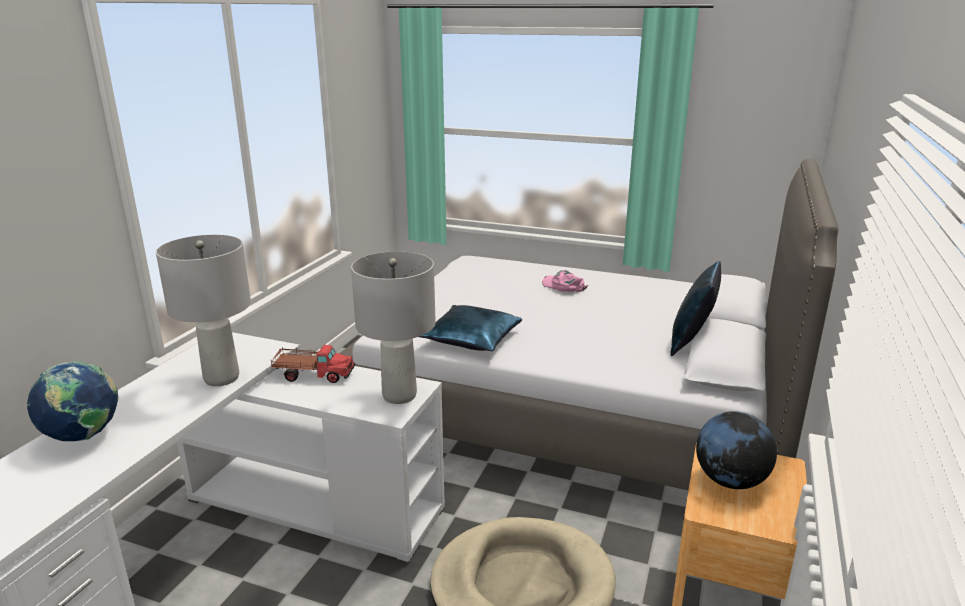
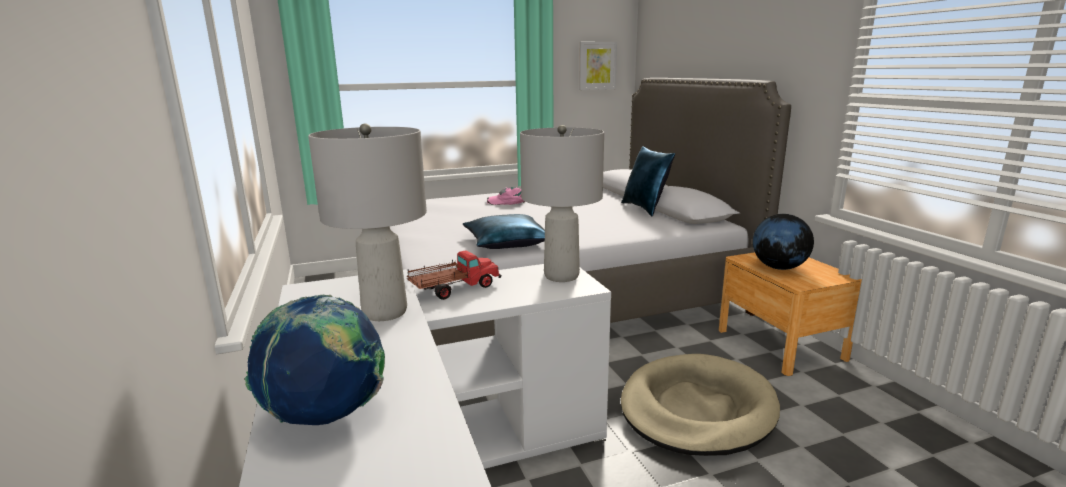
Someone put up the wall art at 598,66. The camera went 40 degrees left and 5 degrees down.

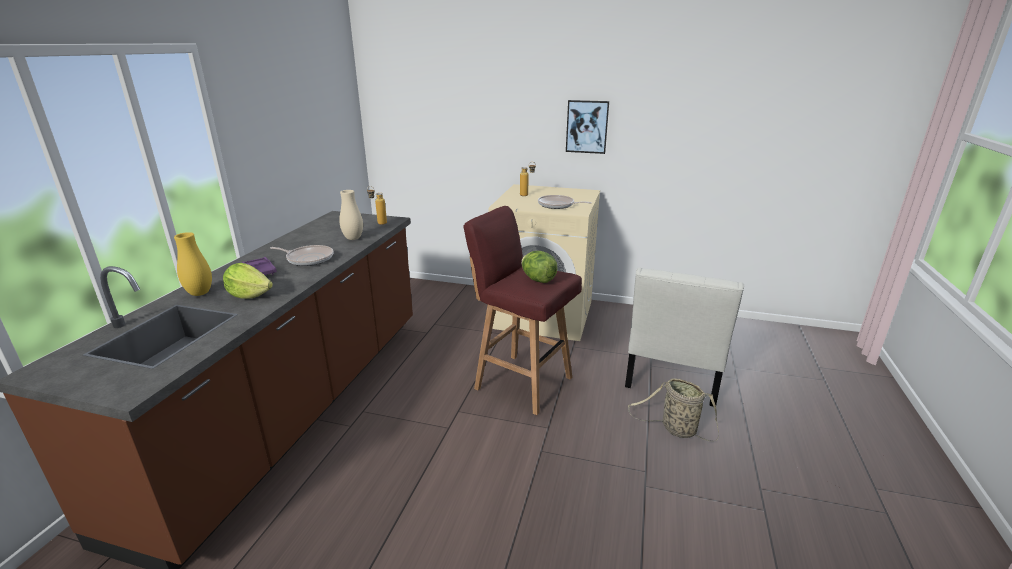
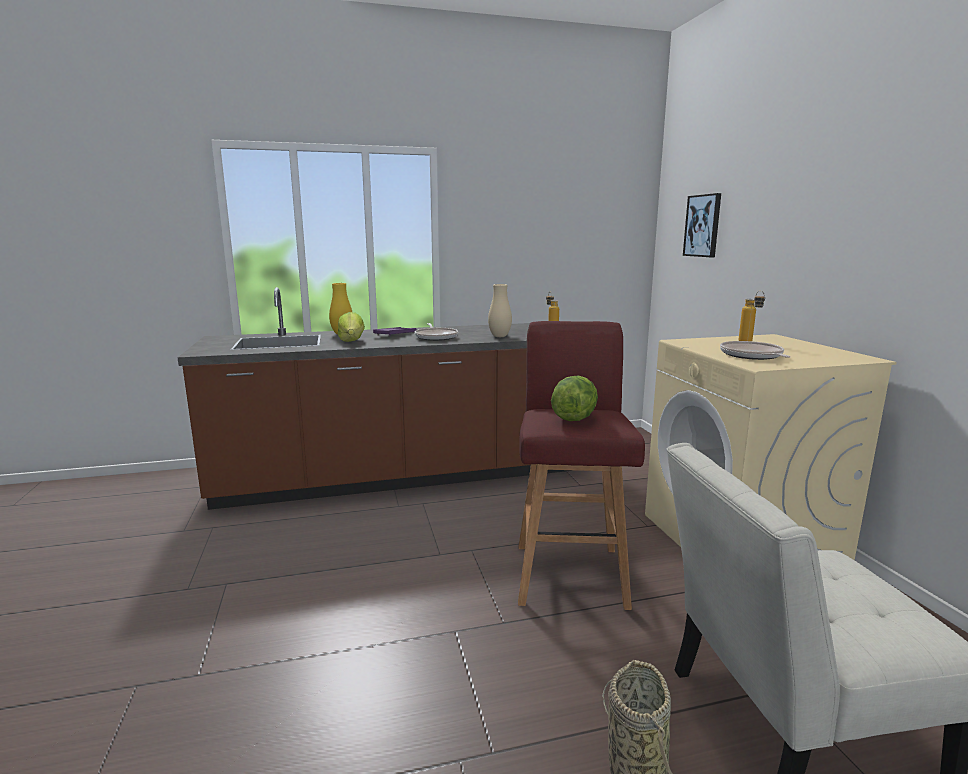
Someone carried the wall art from 587,127 to 702,225. The camera went 60 degrees right and 10 degrees down.

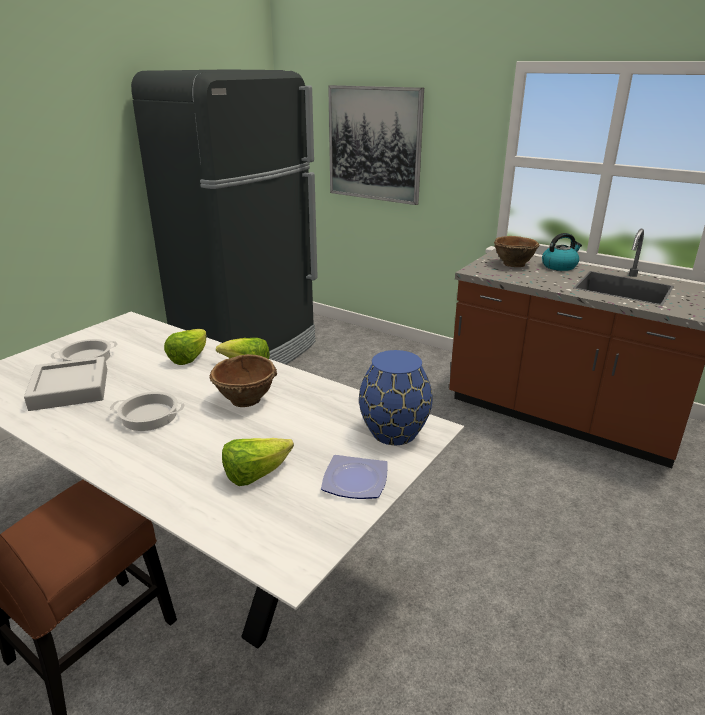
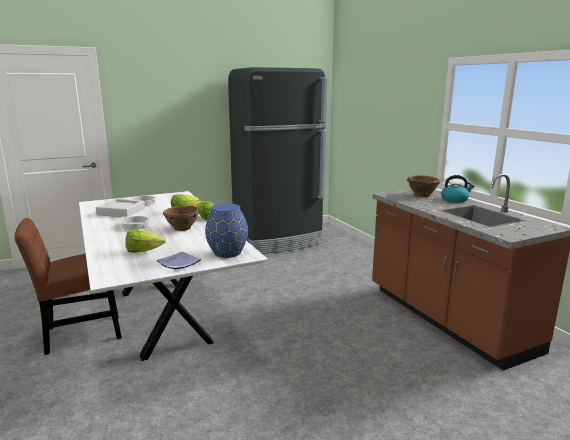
Someone took away the wall art at 376,145. The camera went 30 degrees right and 10 degrees down.

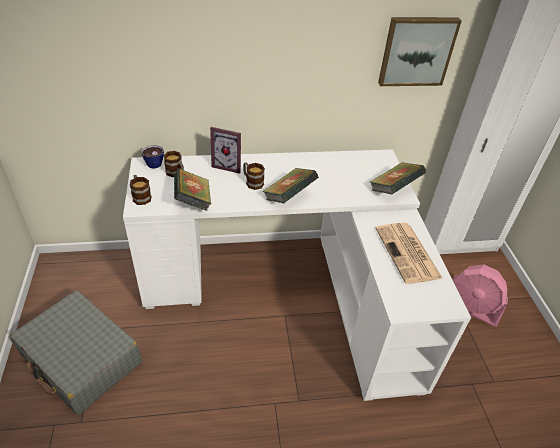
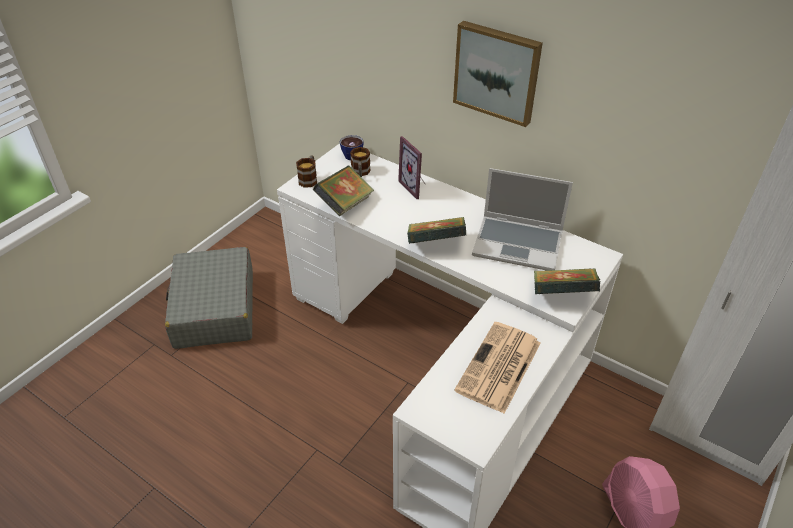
Someone carried the wall art from 419,51 to 498,74. Someone took away the mug at 254,176. Someone put down the portable computer at 522,219. The camera went 45 degrees right and 0 degrees up.

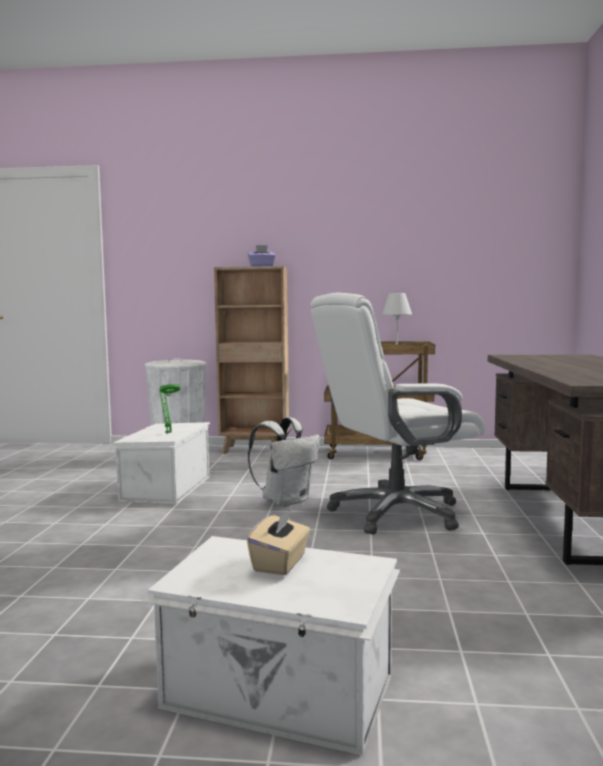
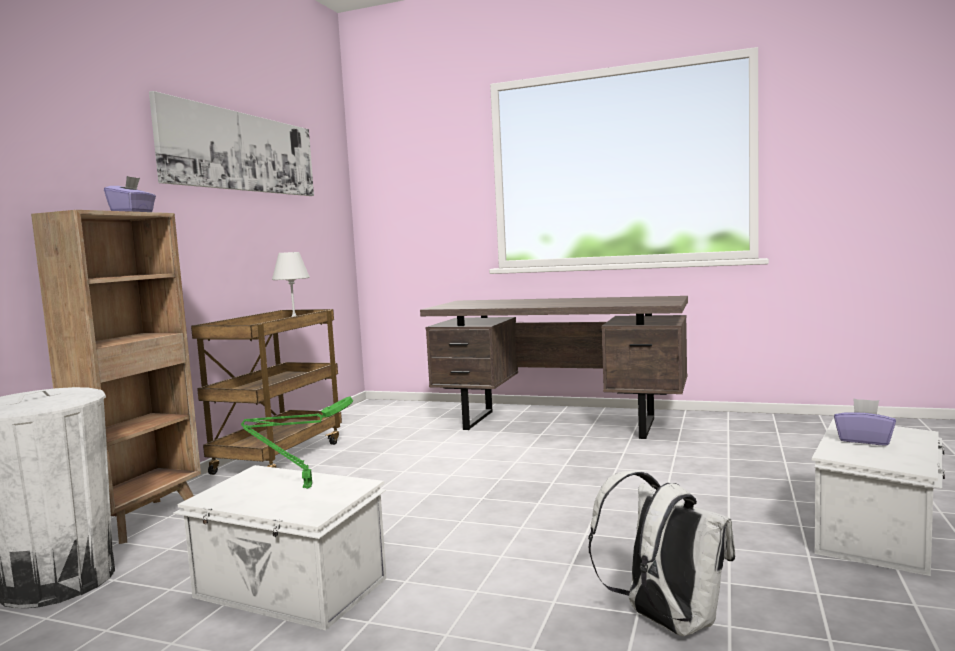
Someone took away the whitish office chair at 397,414. Someone carried the whitish knapsack from 284,462 to 661,553. Someone repainted the beige-coloured tissue holder at 278,542, which became the purplish tissue holder at 865,422. Someone put up the wall art at 231,143. The camera went 75 degrees left and 0 degrees up.

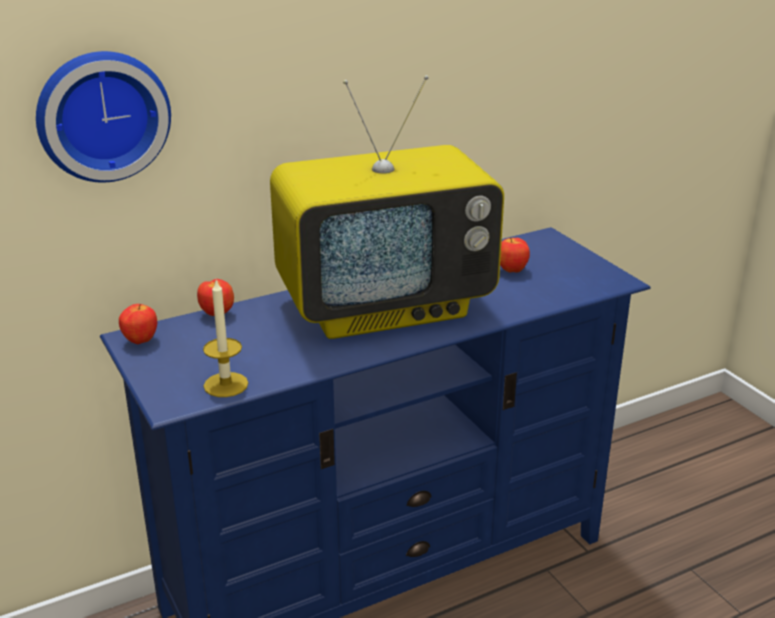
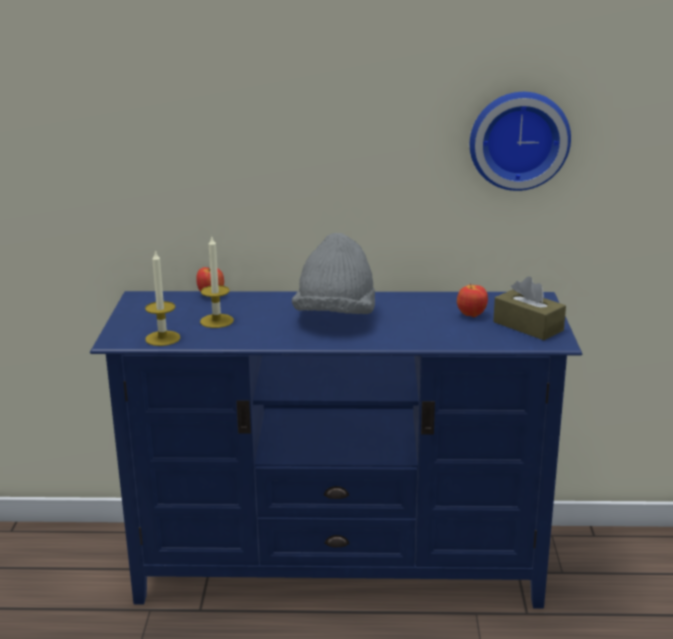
Someone carried the clock on the wall from 103,117 to 520,141. Someone swapped the TV set at 387,207 for the gray wearable hat at 333,273. Someone took away the whole apple at 138,324. Someone put down the wax light at 217,281. Someone put down the brown tissue holder at 529,308. The camera went 30 degrees right and 5 degrees down.

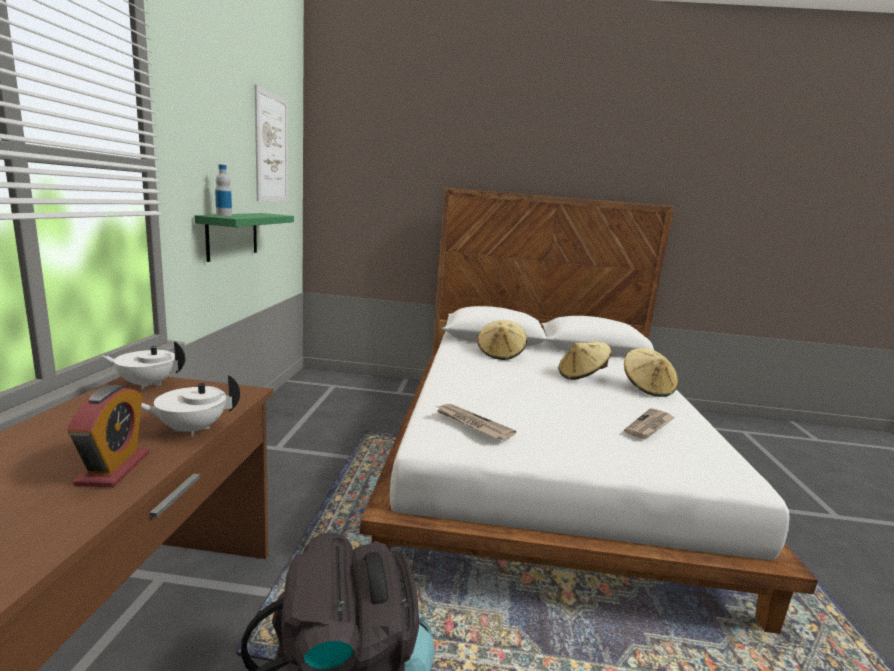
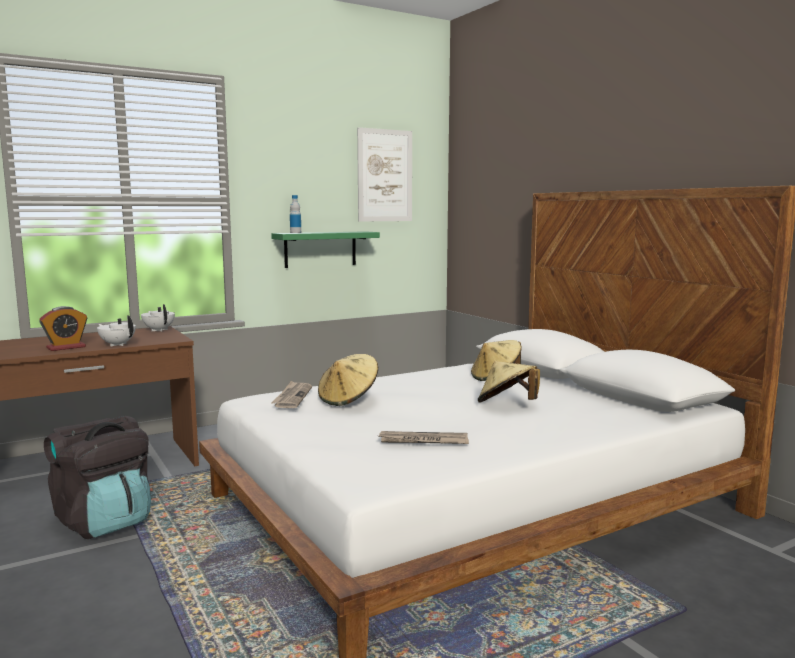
Someone carried the beige-coloured wearable hat from 651,372 to 348,380. The camera went 55 degrees right and 5 degrees down.

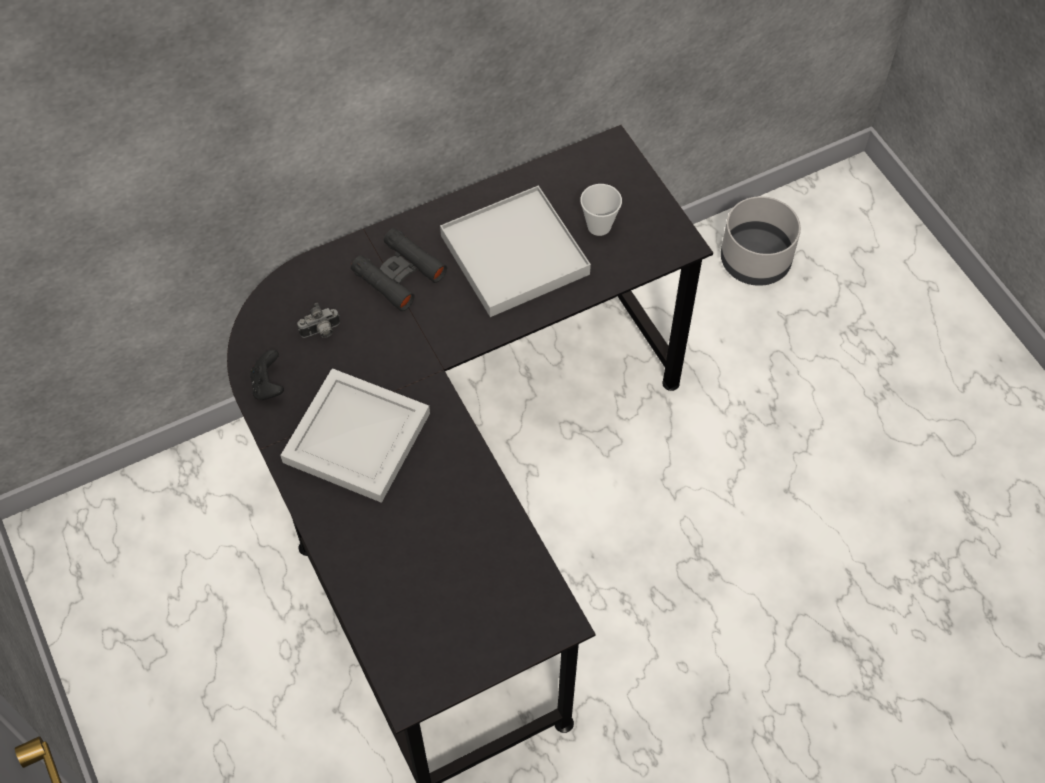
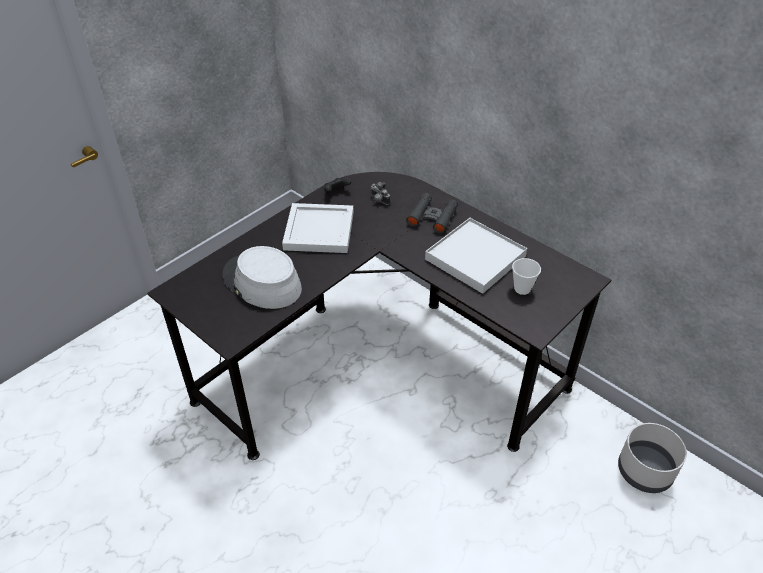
Someone put down the gray wearable hat at 262,277. The camera went 70 degrees right and 15 degrees down.

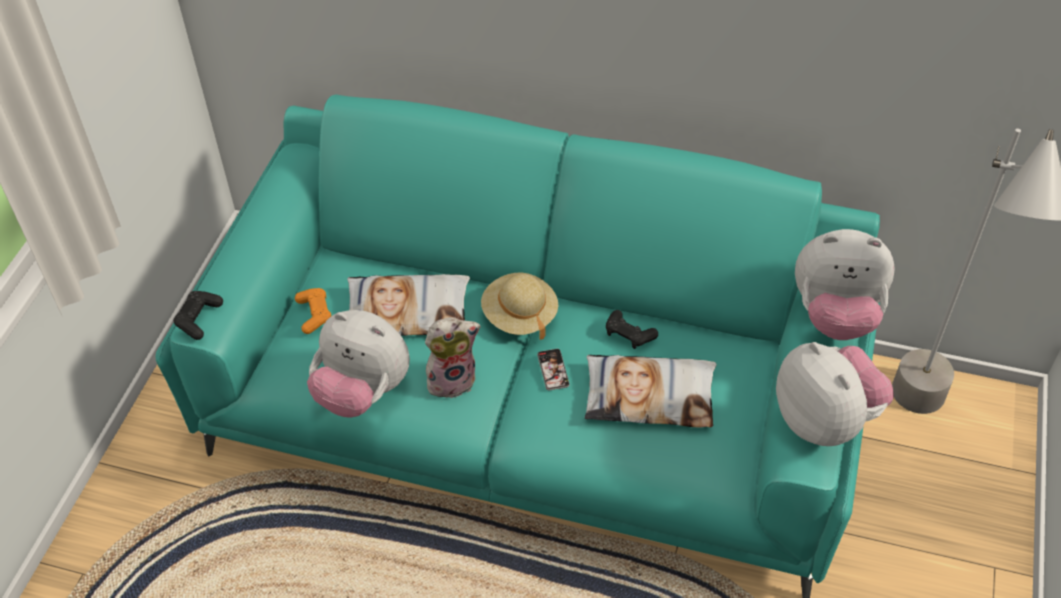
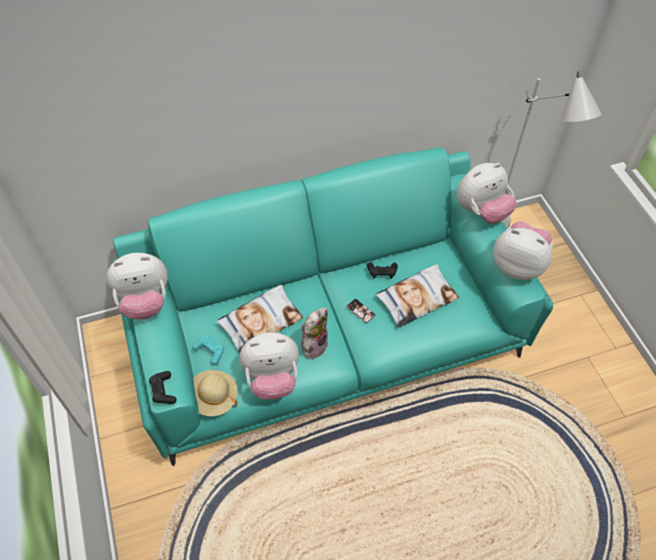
Someone carried the beige-coloured wearable hat from 519,306 to 215,393. Someone repainted the orange-coloured game controller at 313,311, which became the blue-green game controller at 208,350. Someone put down the cuddly toy at 137,286. The camera went 35 degrees left and 5 degrees up.

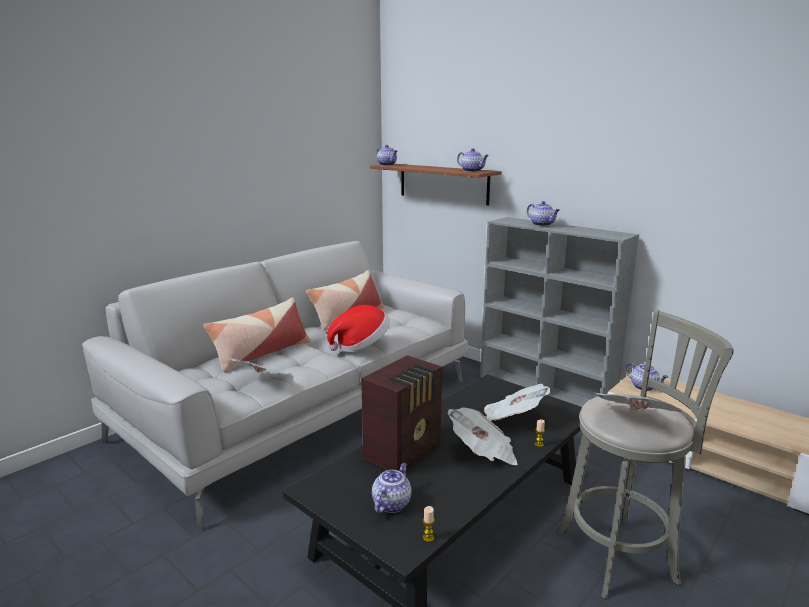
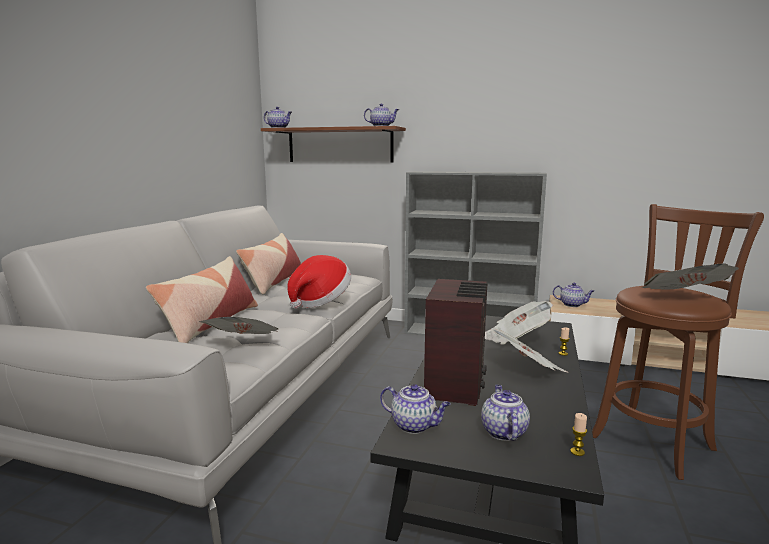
Someone carried the pot for tea from 543,213 to 415,409. Someone repainted the gray stool seat at 645,454, which became the brown stool seat at 678,342. The camera went 25 degrees left and 5 degrees down.

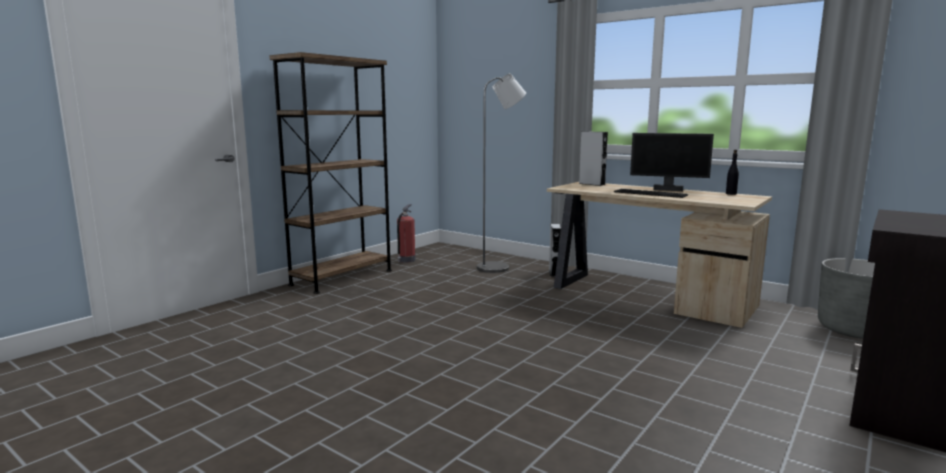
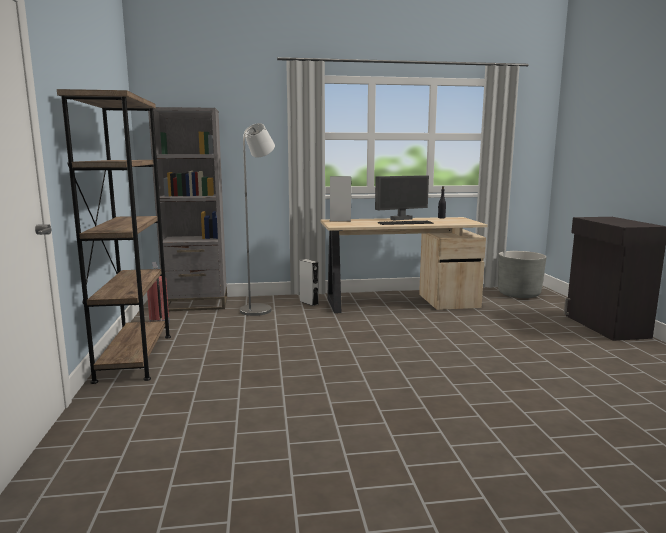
Someone put down the gray bookshelf at 187,209. The camera went 45 degrees left and 0 degrees up.

